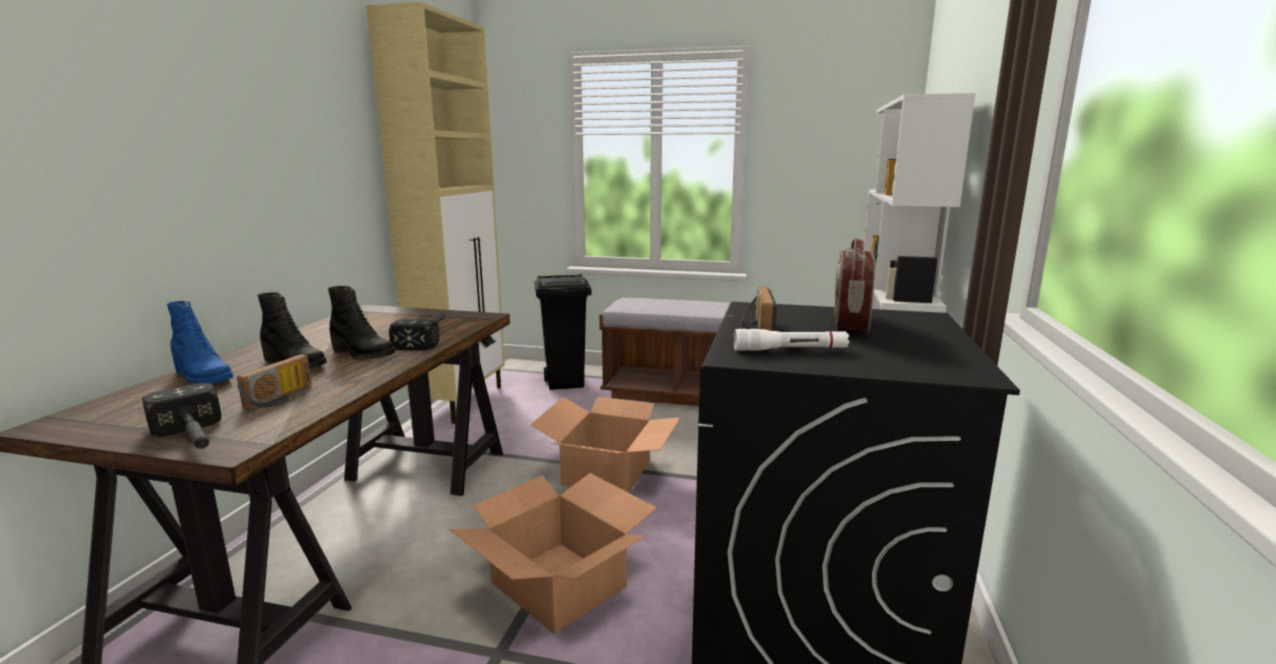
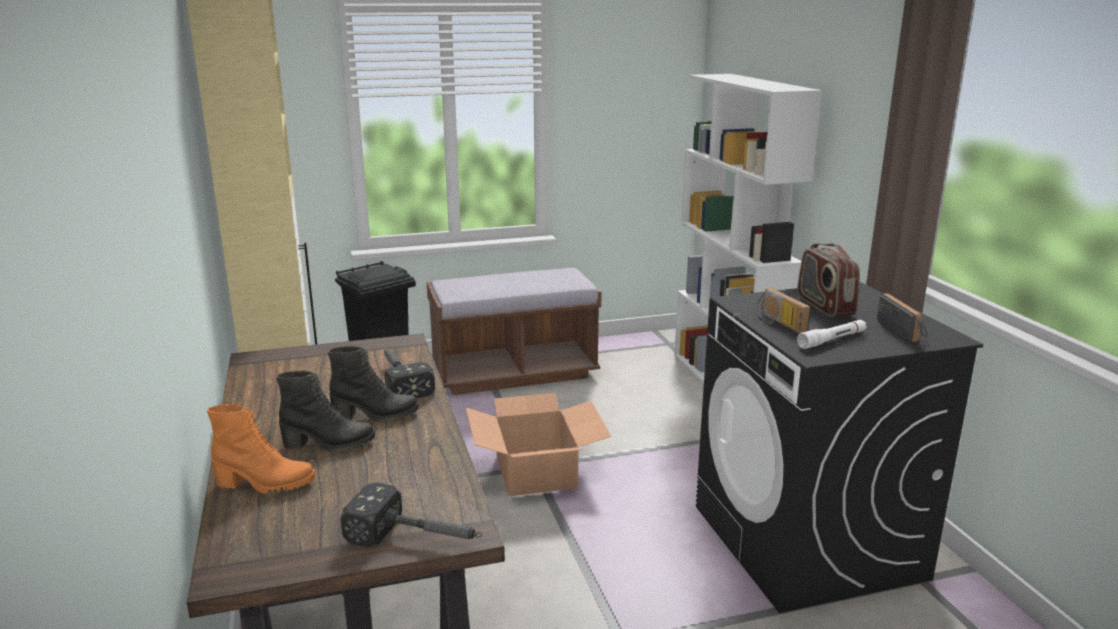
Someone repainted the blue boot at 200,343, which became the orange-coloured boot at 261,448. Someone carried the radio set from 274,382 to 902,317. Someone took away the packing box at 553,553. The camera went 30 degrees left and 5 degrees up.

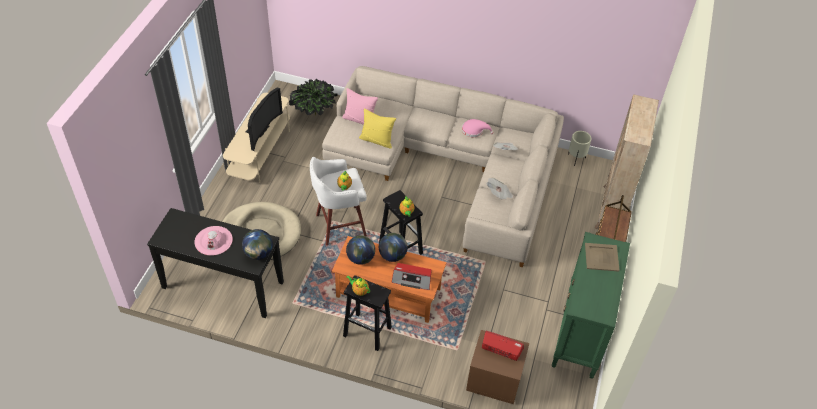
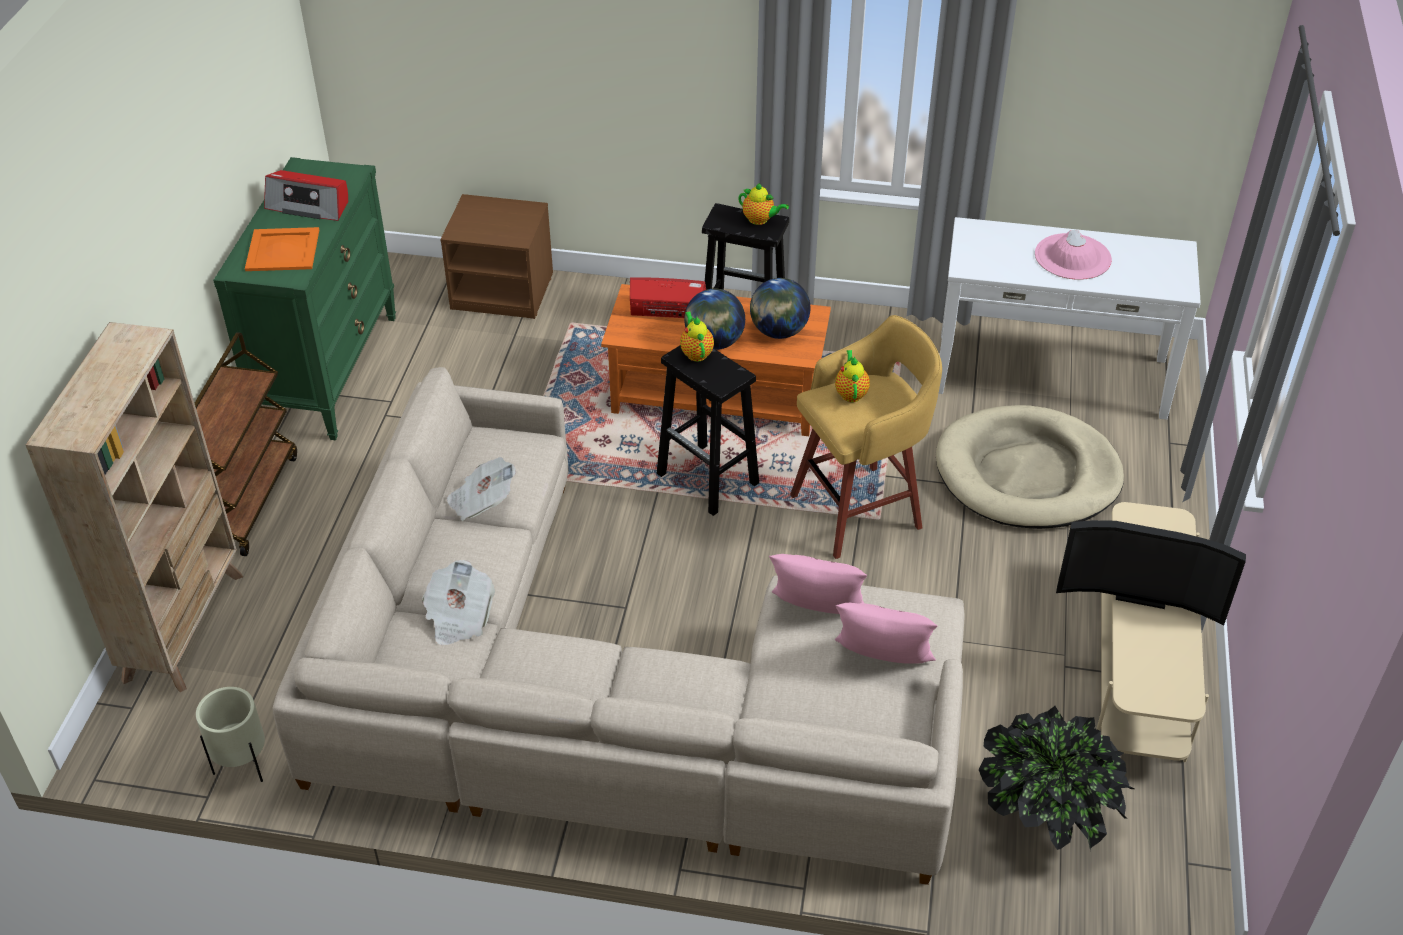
Someone rotated the TV set at 264,119 by 90 degrees counterclockwise. Someone repainted the yellow-coloured cushion at 377,128, which became the pink-coloured cushion at 818,584. Someone took away the pink-coloured wearable hat at 477,128. Someone repainted the whitish stool seat at 338,201, which became the yellow-coloured stool seat at 866,437. Someone repainted the black console table at 215,263, which became the whitish console table at 1069,318. Someone took away the world globe at 257,244. Someone repainted the beige-coloured carrying tray at 602,257, which became the orange-coloured carrying tray at 282,249. Someone carried the radio set from 503,346 to 306,195. The camera went 175 degrees right and 5 degrees down.

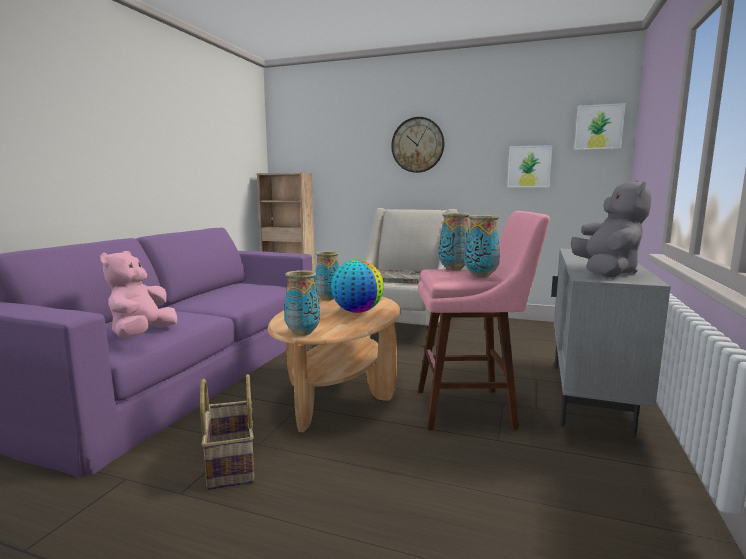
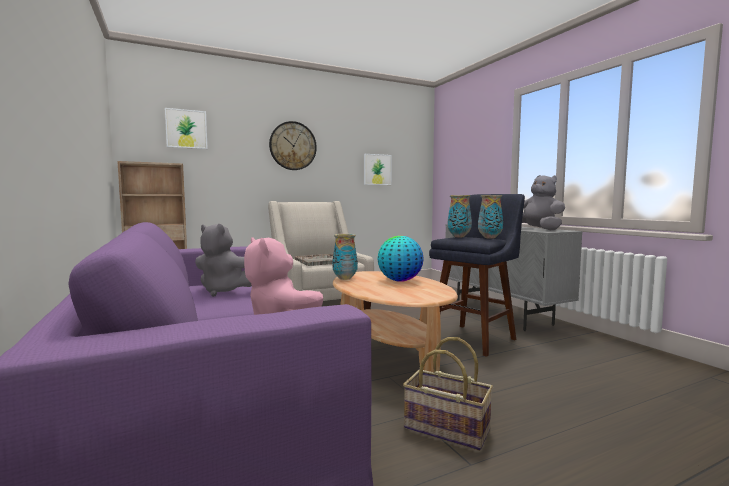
Someone carried the wall art from 600,126 to 186,128. Someone repainted the pink-coloured stool seat at 484,320, which became the blue stool seat at 477,275. Someone took away the decorative vase at 302,303. Someone put down the gray cuddly toy at 223,260. The camera went 45 degrees left and 5 degrees down.

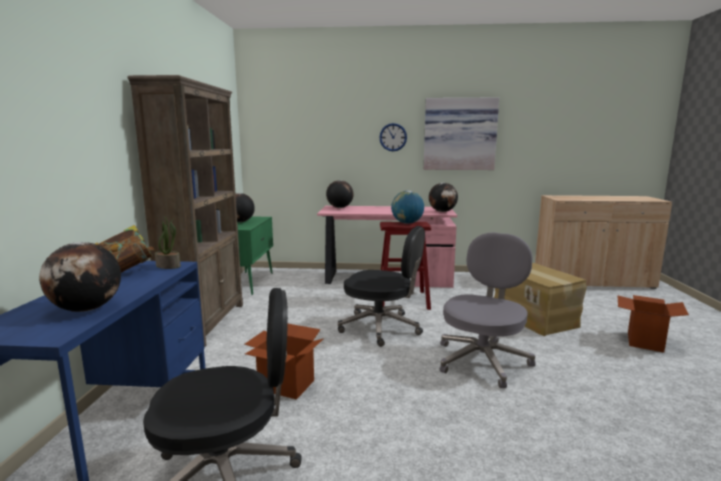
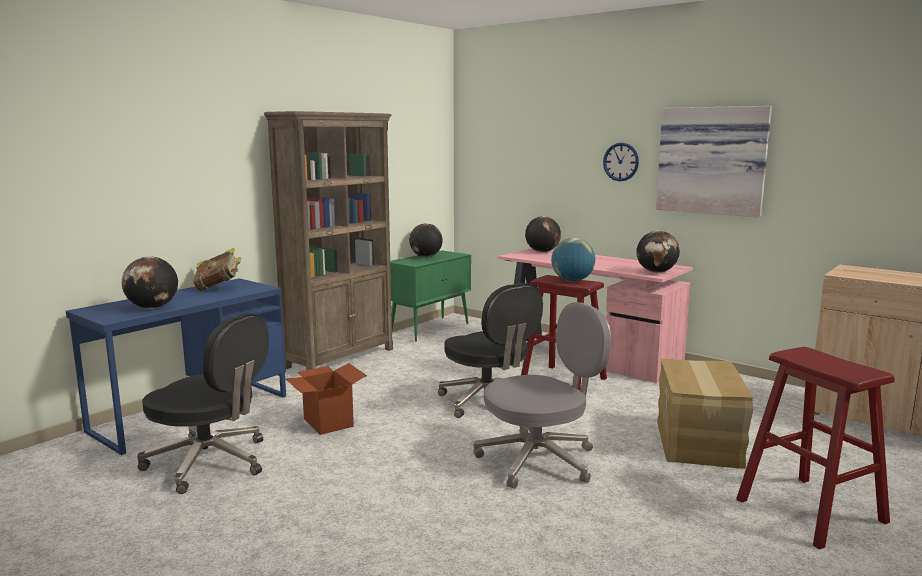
Someone took away the potted plant at 168,243. Someone swapped the packing box at 653,324 for the reddish stool seat at 815,448. The camera went 35 degrees right and 0 degrees up.

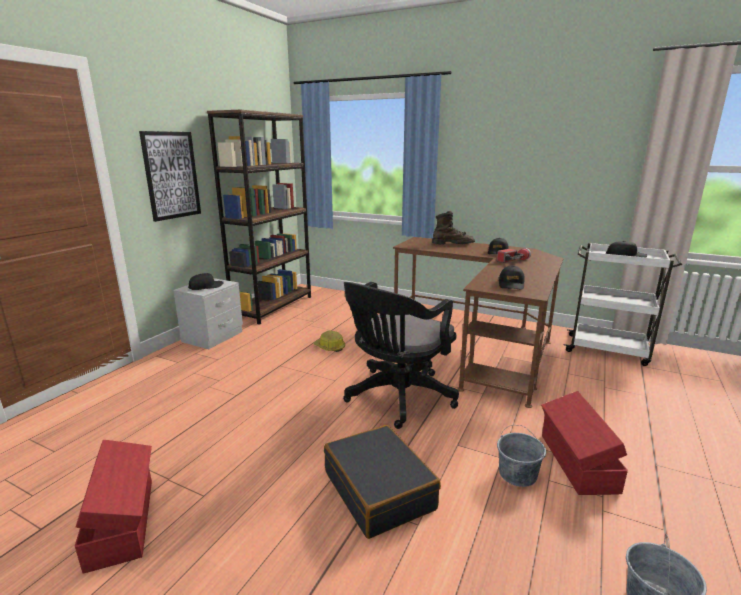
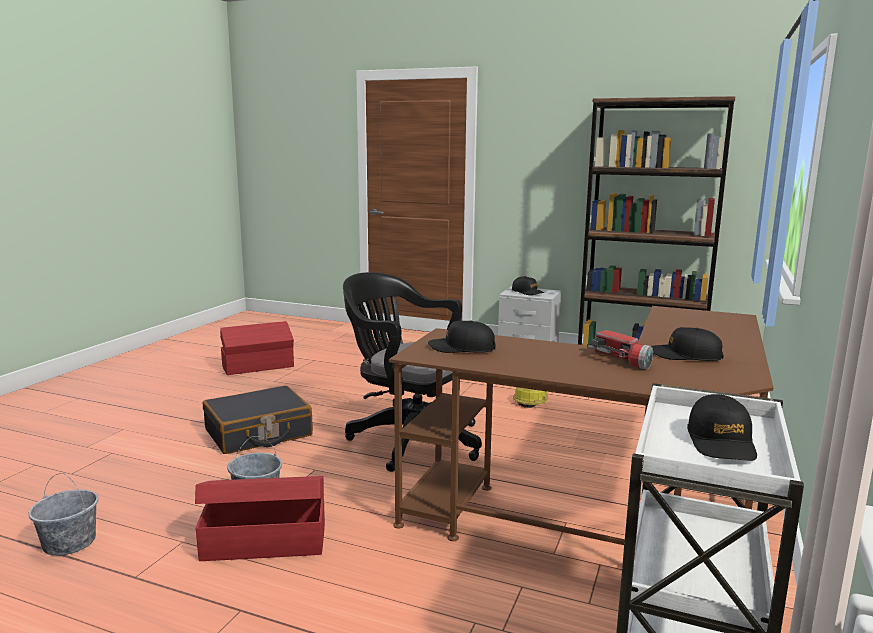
Someone took away the wall art at 170,176. Someone took away the brown boot at 453,227. The camera went 85 degrees right and 5 degrees down.

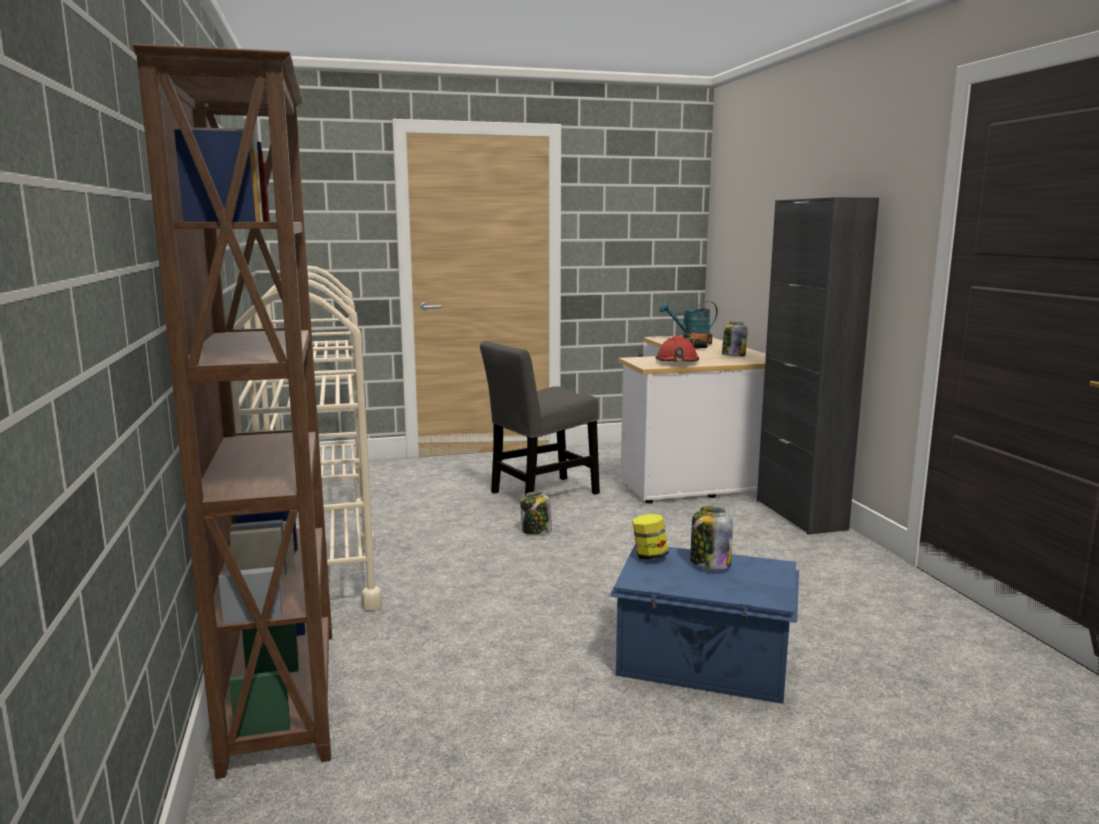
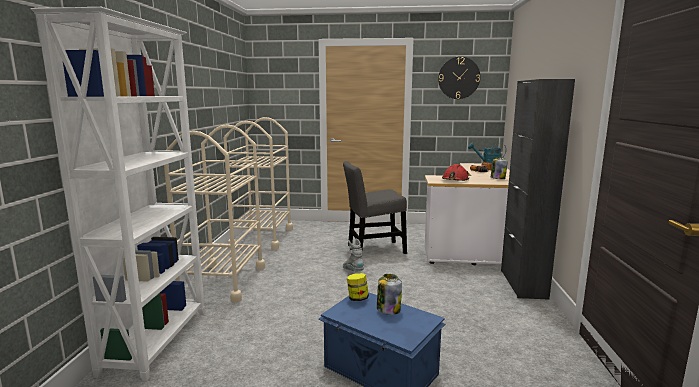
Someone repainted the brown bookshelf at 232,411, which became the whitish bookshelf at 118,194. Someone swapped the jar at 536,513 for the gray boot at 353,255. Someone put up the clock on the wall at 459,78. The camera went 20 degrees right and 0 degrees up.

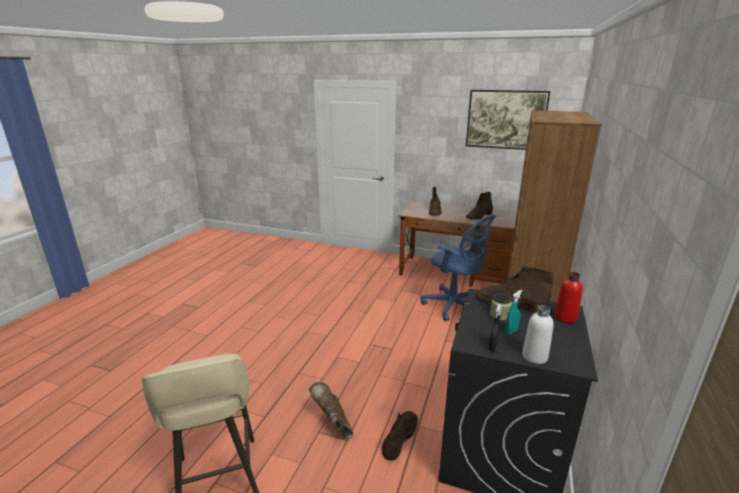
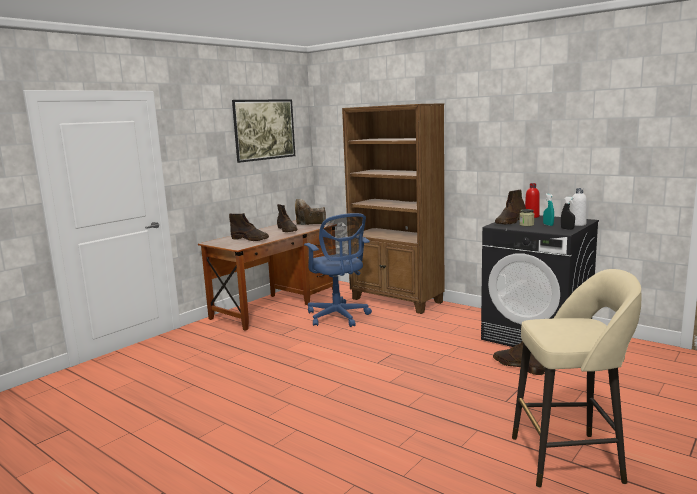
Someone rotated the blue office chair at 458,268 by 90 degrees clockwise. Someone carried the brown boot from 331,410 to 310,212. The camera went 70 degrees left and 10 degrees down.

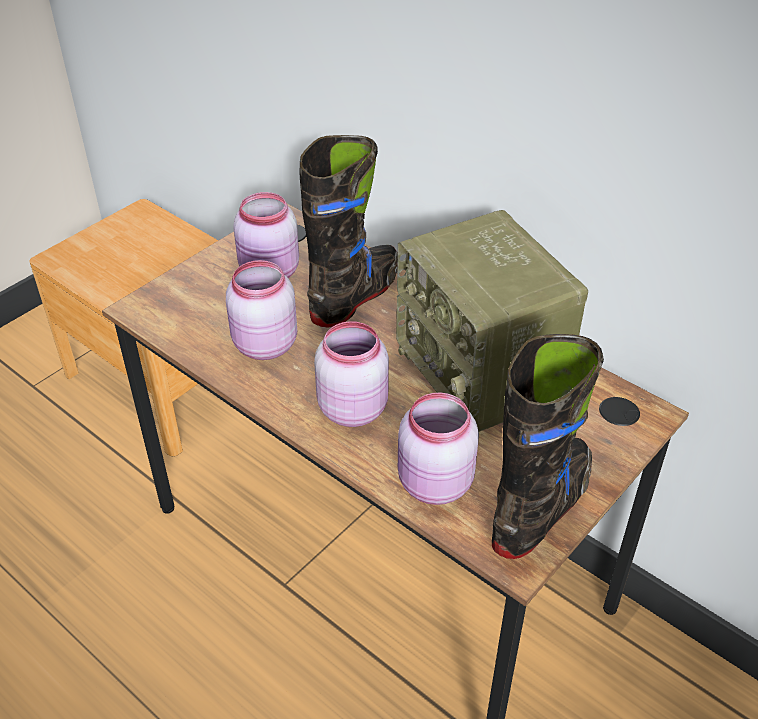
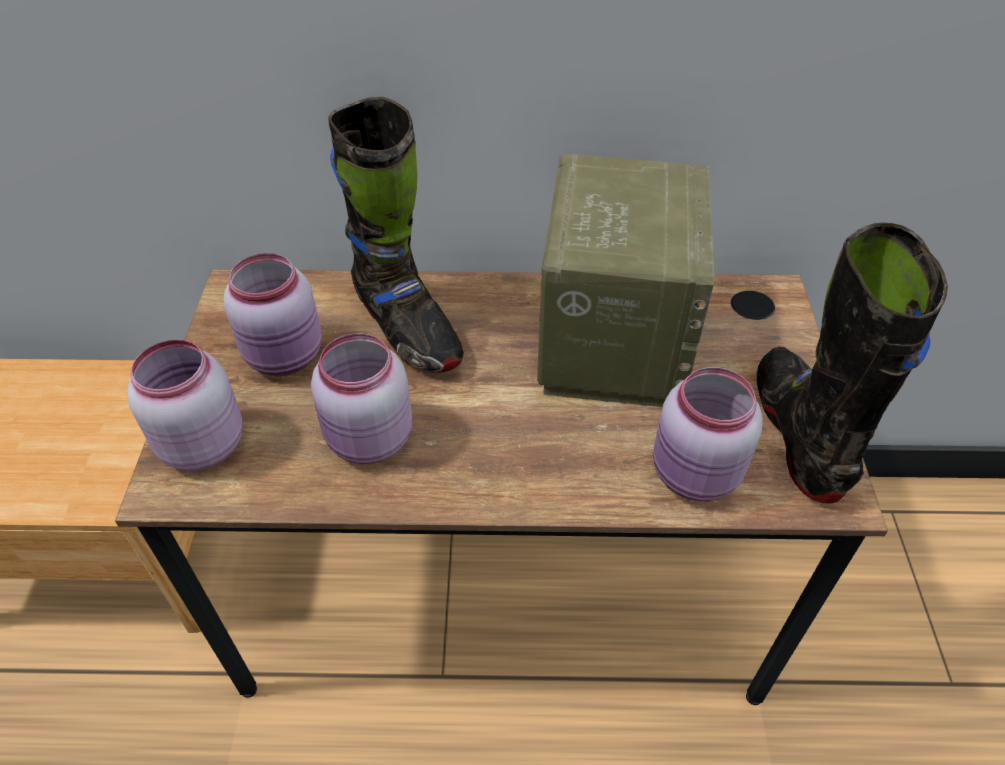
Someone rotated the black boot at 349,231 by 150 degrees clockwise. Someone rotated the radio set at 492,321 by 105 degrees counterclockwise. Someone carried the pink-coloured jar from 351,374 to 185,405. The camera went 40 degrees left and 5 degrees up.

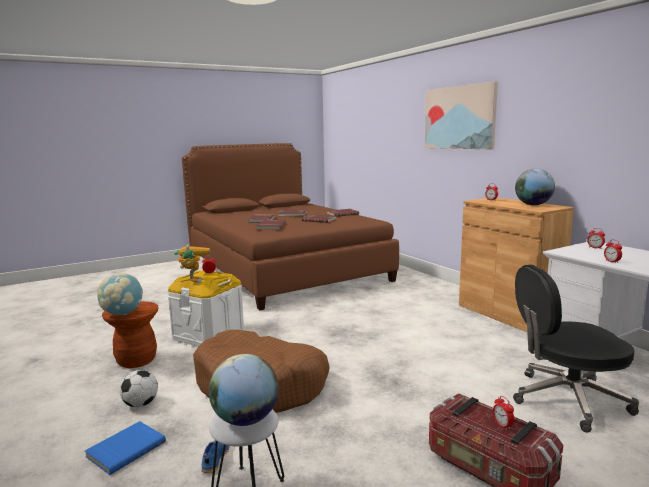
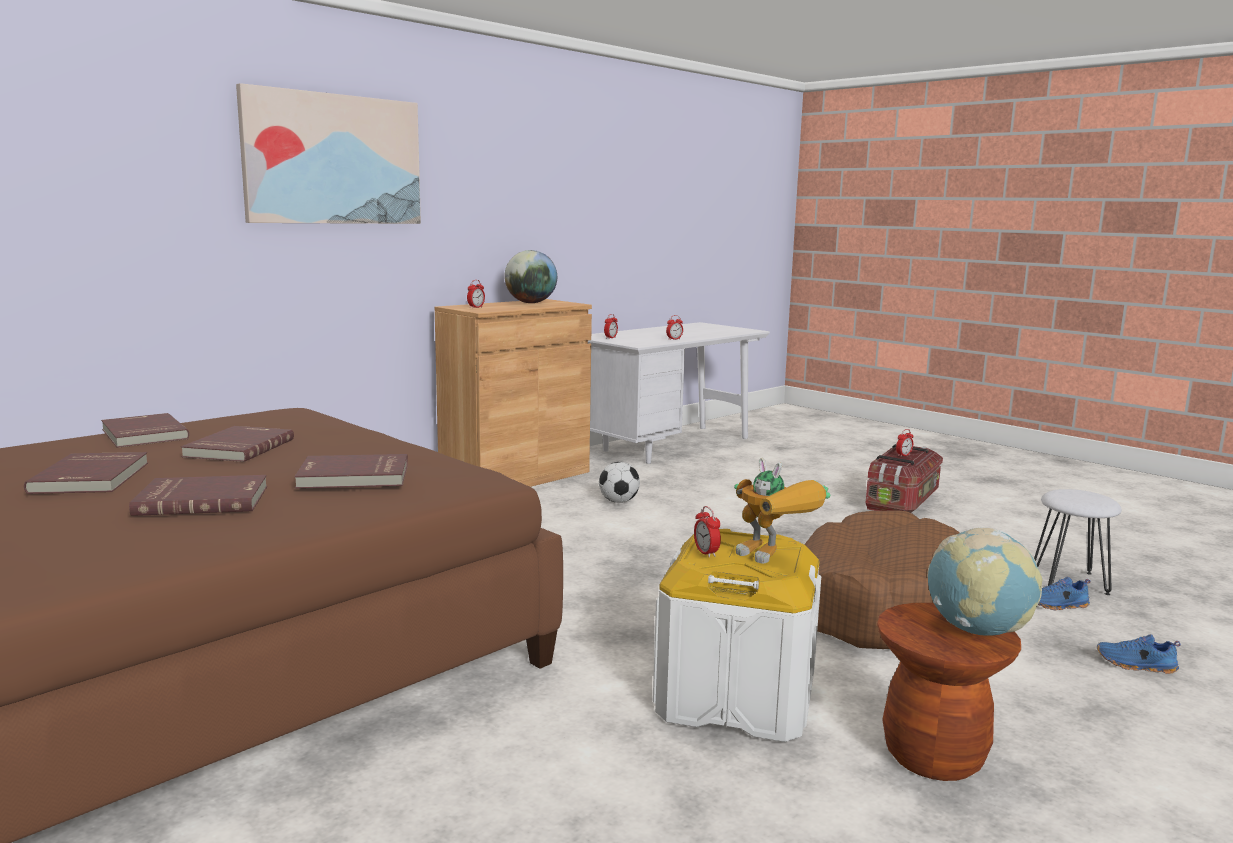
Someone rotated the toy robot at 192,264 by 105 degrees counterclockwise. Someone took away the black office chair at 576,348. Someone took away the world globe at 243,390. Someone carried the football from 139,388 to 619,482. Someone swapped the blue volume at 125,448 for the blue item of footwear at 1139,654. The camera went 105 degrees left and 0 degrees up.

